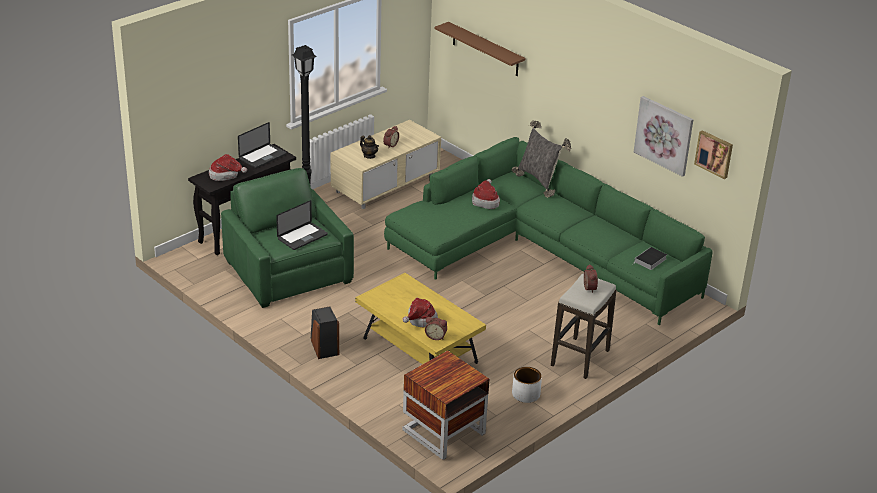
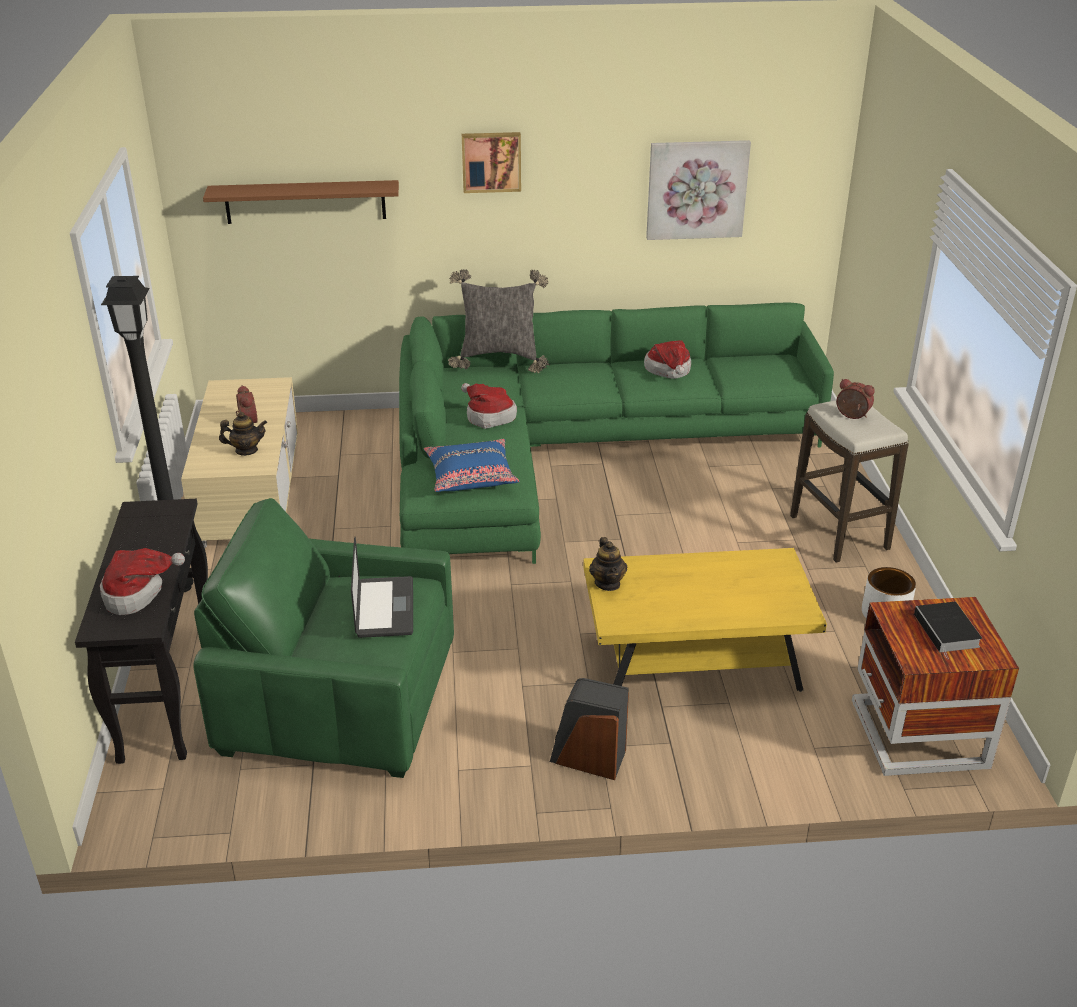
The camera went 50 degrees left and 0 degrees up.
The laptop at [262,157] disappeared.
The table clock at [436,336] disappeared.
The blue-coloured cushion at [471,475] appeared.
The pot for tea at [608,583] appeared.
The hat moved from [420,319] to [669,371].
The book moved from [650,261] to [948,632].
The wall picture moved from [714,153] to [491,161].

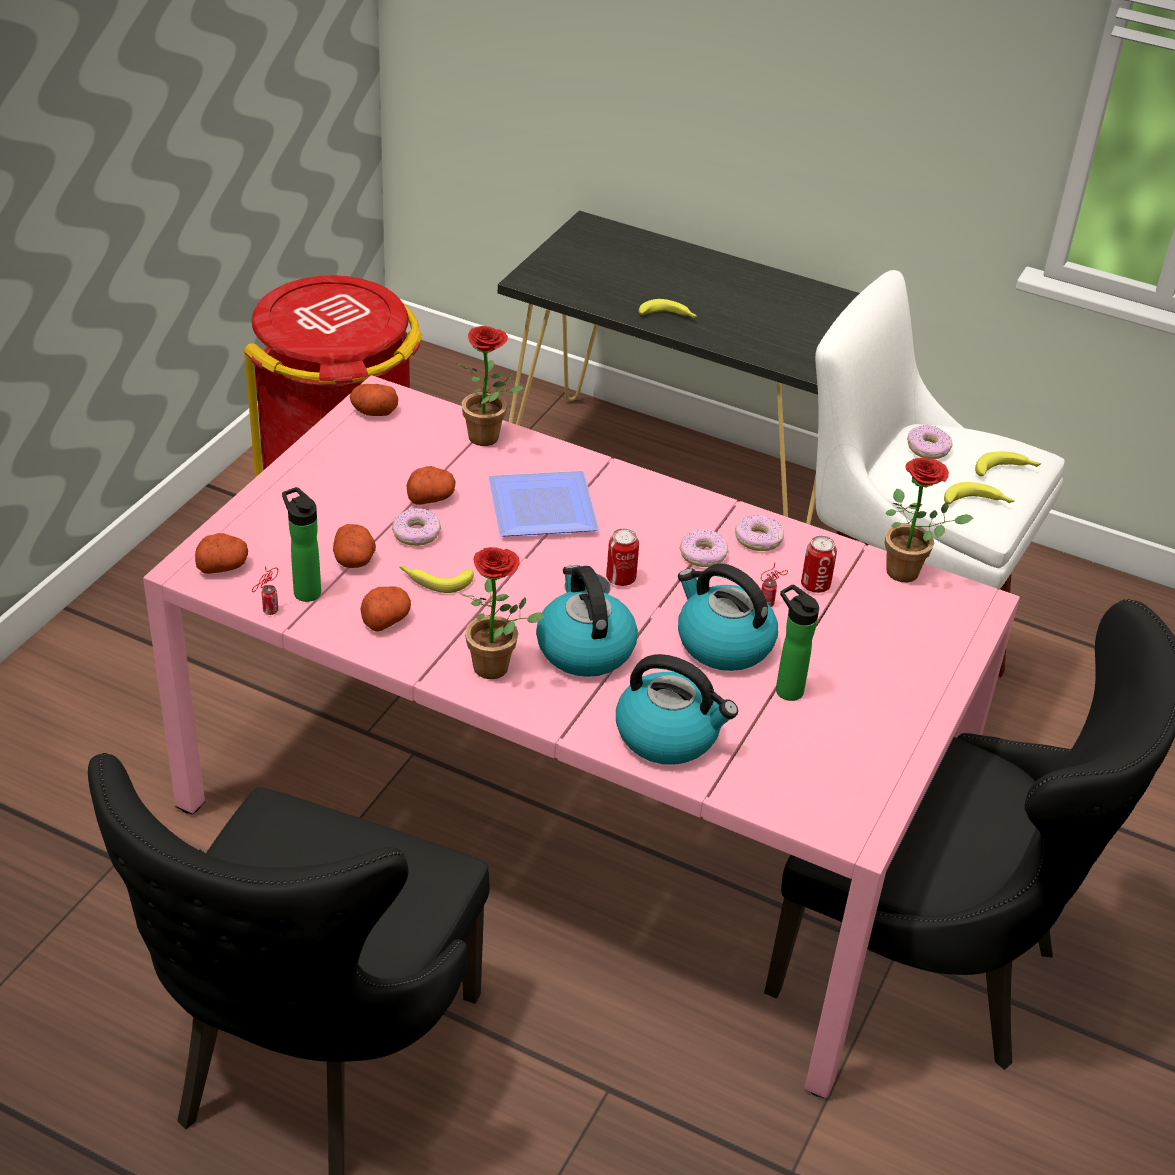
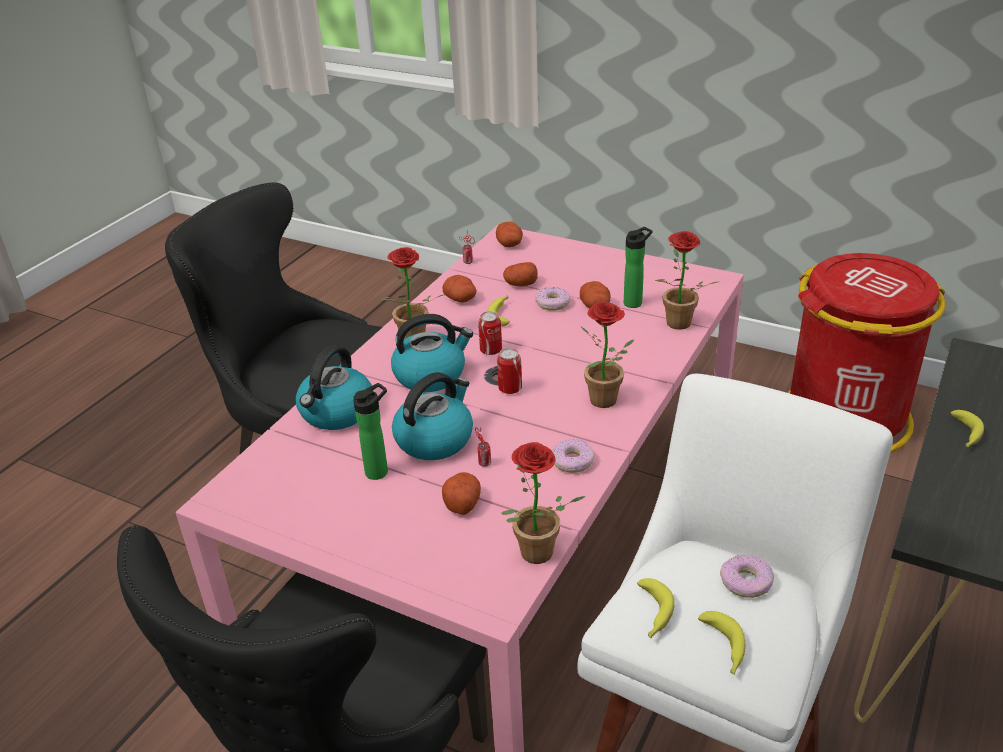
The camera went 95 degrees right and 5 degrees down.
The dinner plate at [546,510] disappeared.
The doughnut at [703,555] disappeared.
The houseplant at [606,403] appeared.
The drink bottle moved from [305,590] to [635,302].
The whole potato moved from [373,411] to [462,502].
The can moved from [815,585] to [491,350].

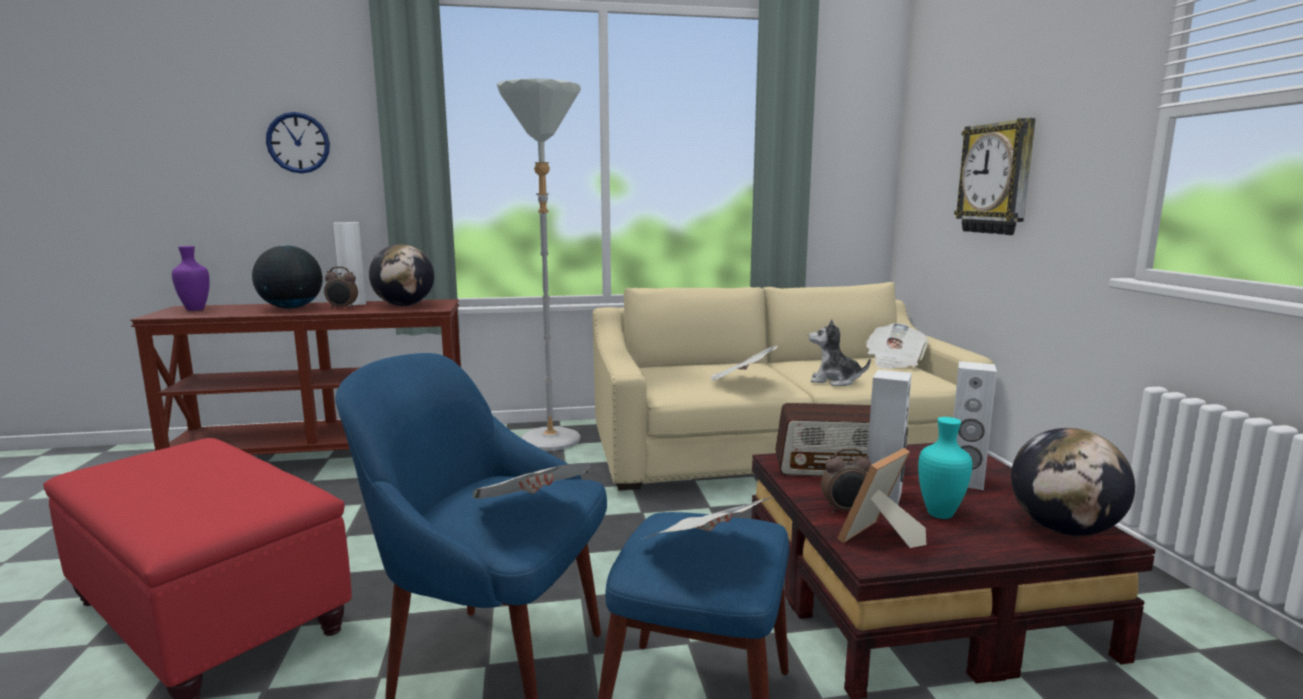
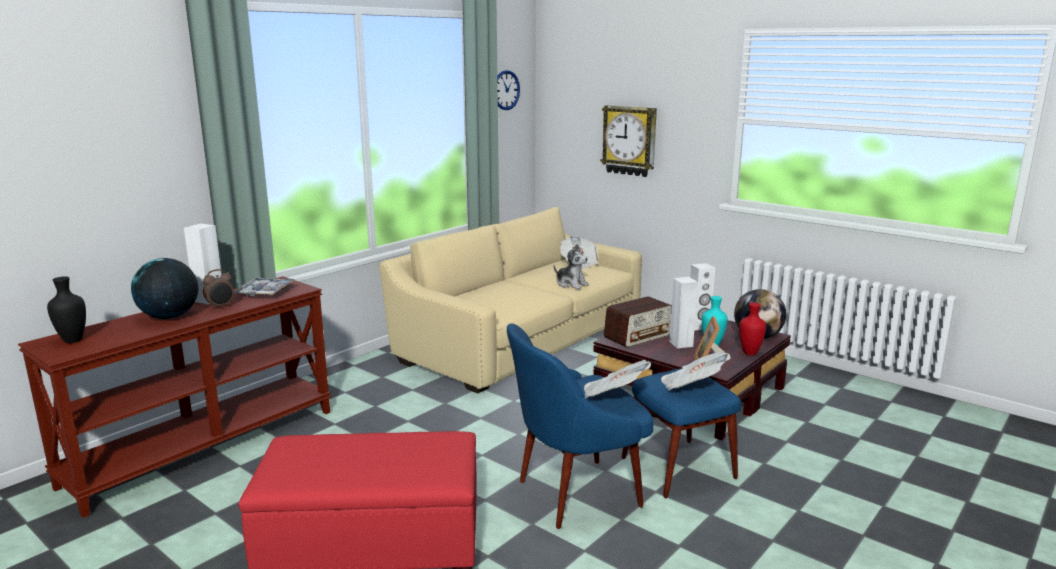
The camera went 40 degrees left and 5 degrees up.
The grey standard lamp at [551,445] disappeared.
The newspaper at [740,382] disappeared.
The table clock at [845,510] disappeared.
The red-coloured vase at [750,352] appeared.
The wall clock moved from [298,143] to [506,90].
The world globe at [404,305] was replaced by the tray at [265,292].
The purplish vase at [194,310] became the blackish vase at [72,341].
The soft toy at [834,381] turned 120 degrees counterclockwise.

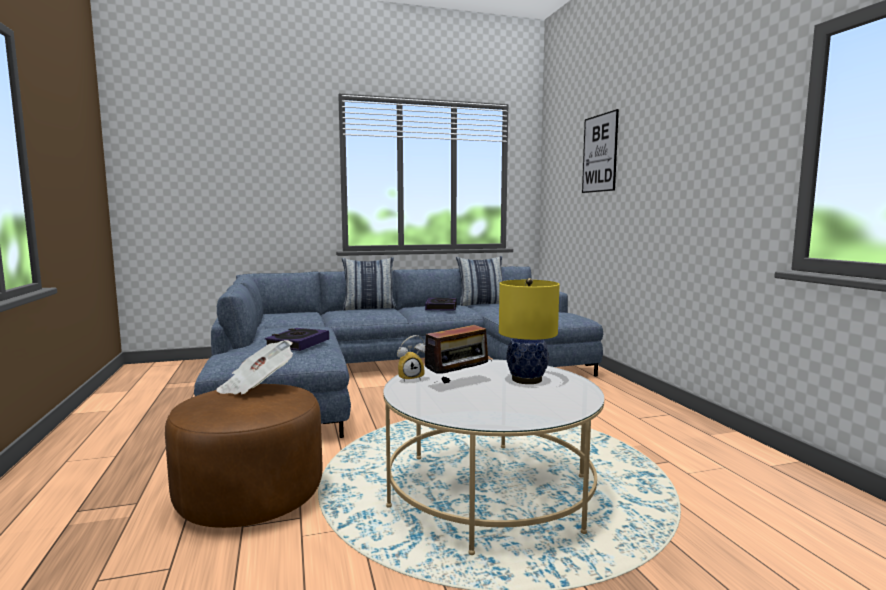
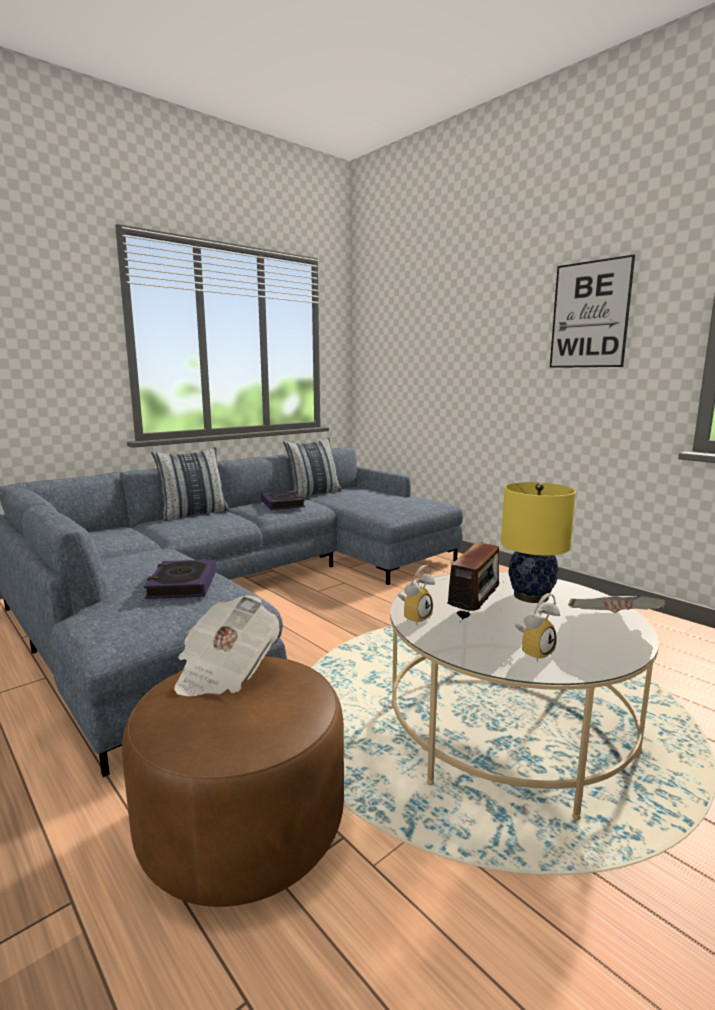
The camera went 25 degrees left and 5 degrees up.
The table clock at [534,652] appeared.
The newspaper at [611,627] appeared.
The wall picture moved from [600,153] to [589,315].

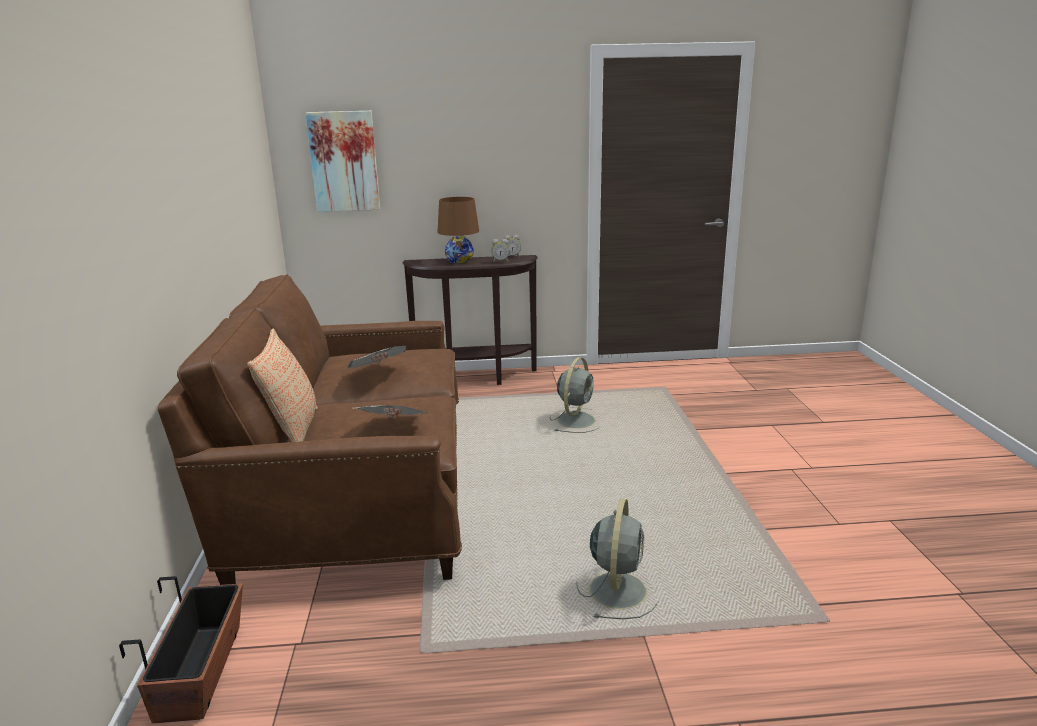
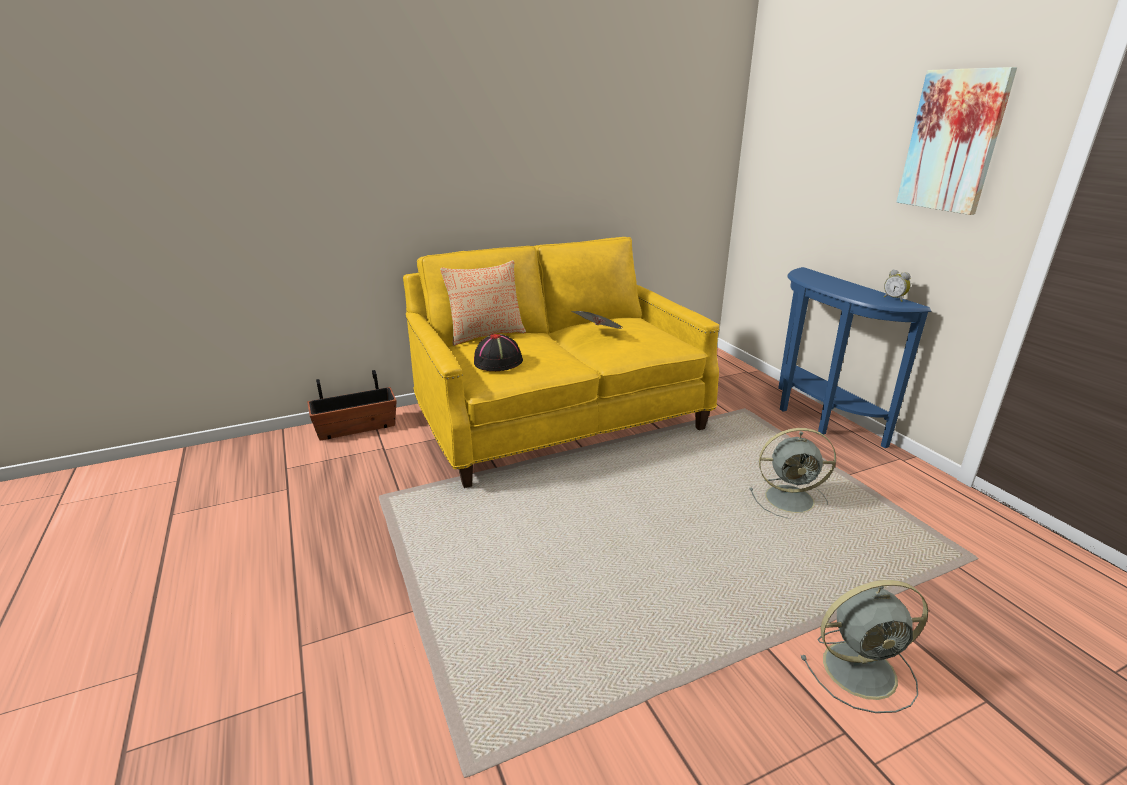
The camera went 70 degrees right and 5 degrees up.
The brown table lamp at [459,260] disappeared.
The table clock at [500,261] disappeared.
The wall picture moved from [344,161] to [953,141].
The grey cooling fan moved from [618,589] to [862,669].
The newspaper at [394,429] was replaced by the blackish hat at [498,361].
The brown couch at [354,494] became the yellow couch at [557,418].
The brown hall table at [476,378] became the blue-coloured hall table at [816,418].

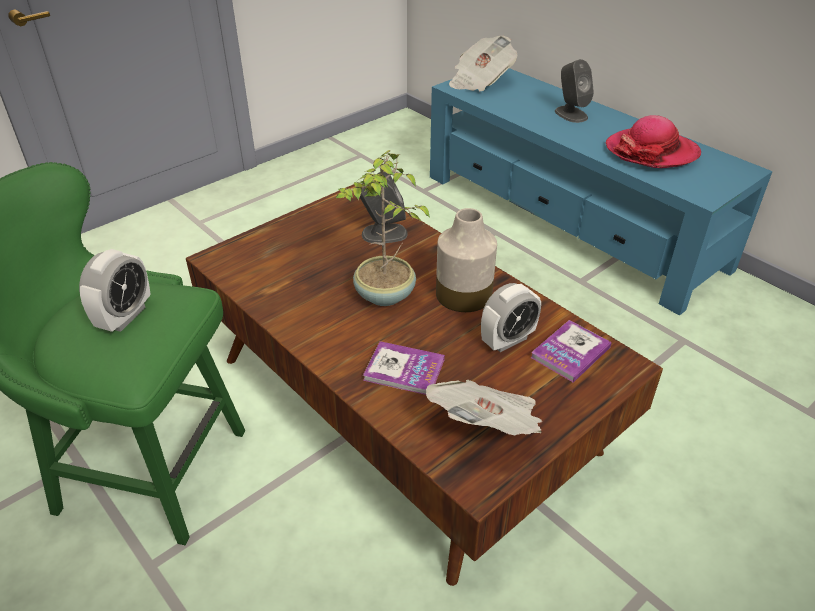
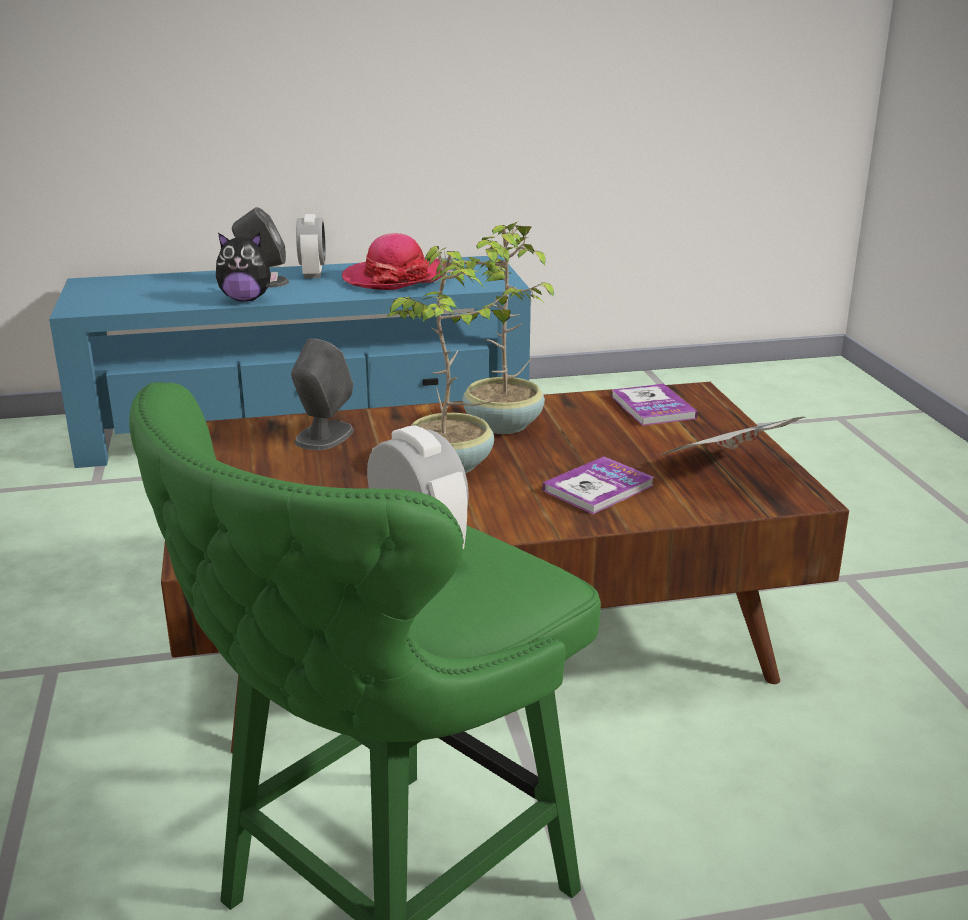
The camera went 60 degrees left and 15 degrees down.
The newspaper at [480,81] disappeared.
The soft toy at [246,299] appeared.
The table clock moved from [507,340] to [313,274].
The sand-coloured vase at [464,293] was replaced by the houseplant at [502,426].

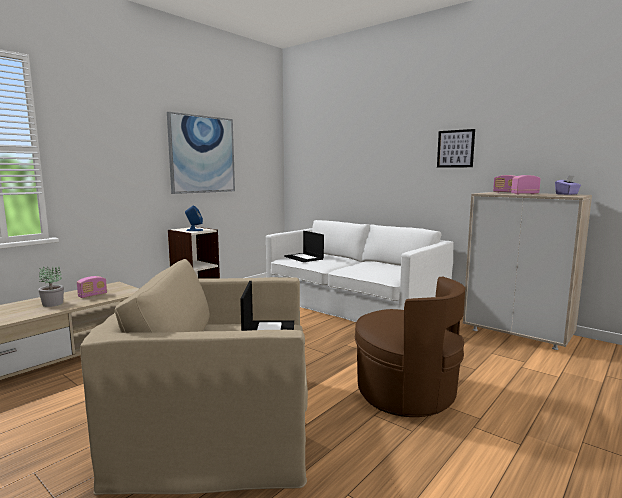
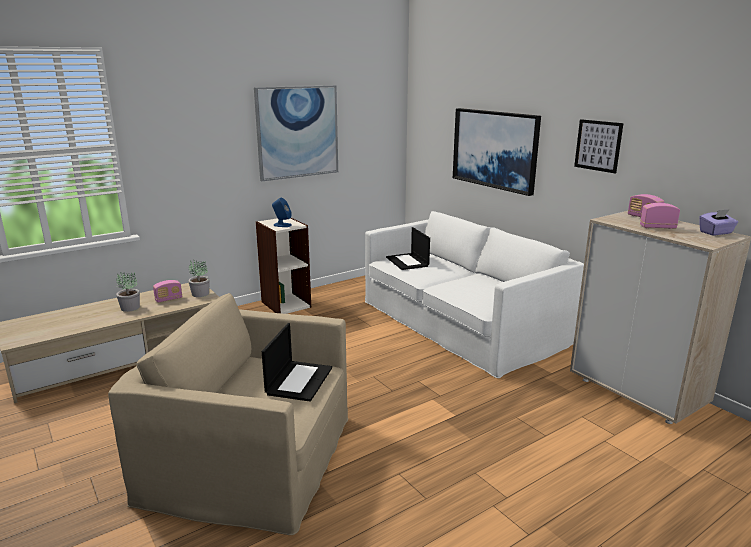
The camera went 15 degrees right and 10 degrees up.
The brown armchair at [405,392] disappeared.
The houseplant at [200,294] appeared.
The wall picture at [495,149] appeared.

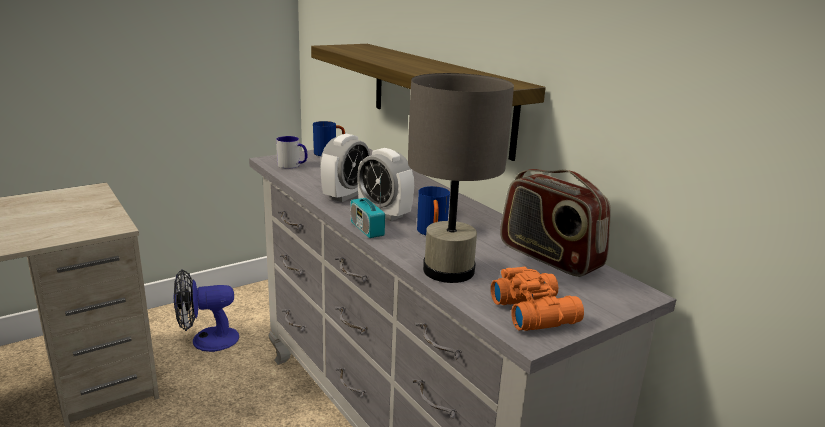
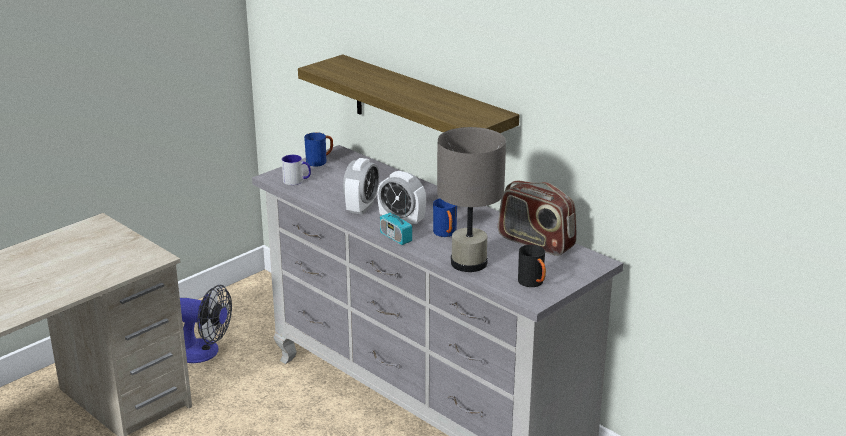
The camera went 10 degrees left and 5 degrees up.
The orange-coloured pair of binoculars at [535,311] was replaced by the blackish tea mug at [533,284].
The cooling fan at [206,340] turned 135 degrees counterclockwise.

